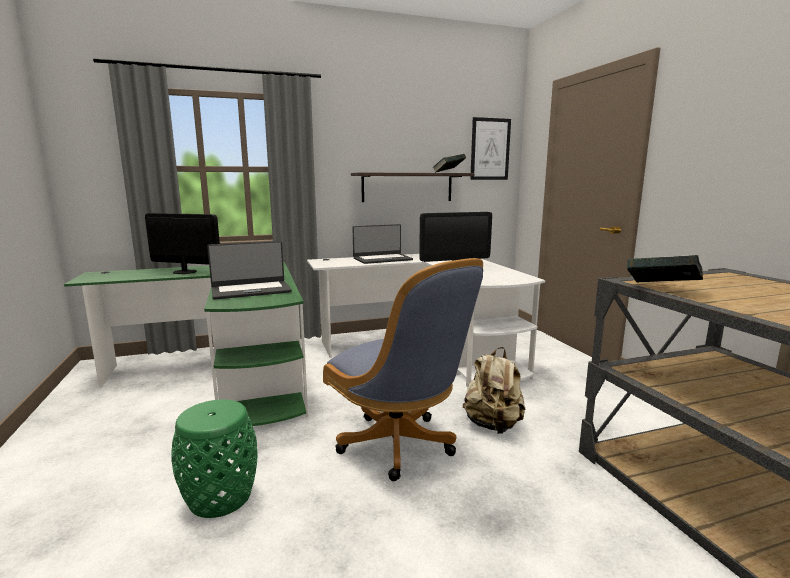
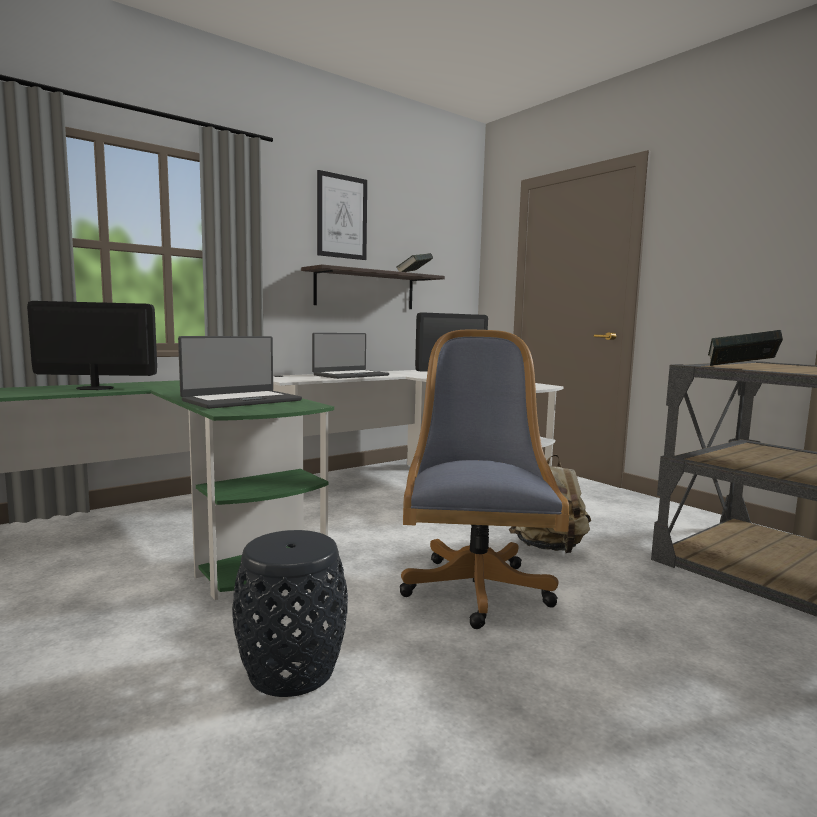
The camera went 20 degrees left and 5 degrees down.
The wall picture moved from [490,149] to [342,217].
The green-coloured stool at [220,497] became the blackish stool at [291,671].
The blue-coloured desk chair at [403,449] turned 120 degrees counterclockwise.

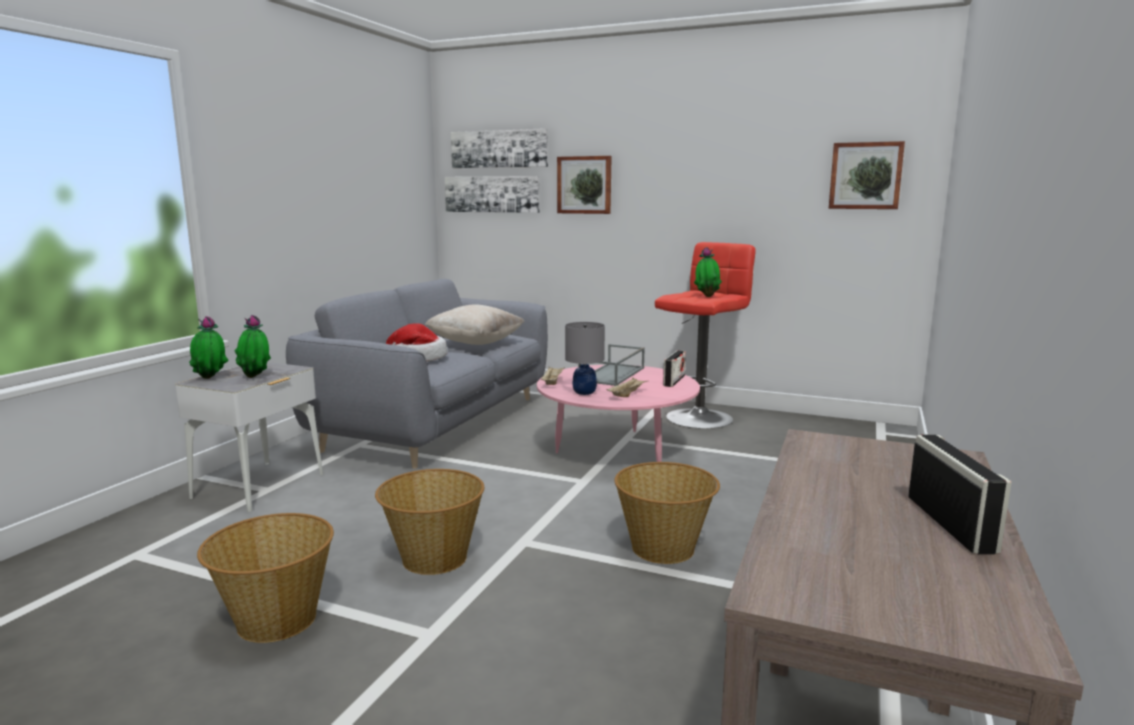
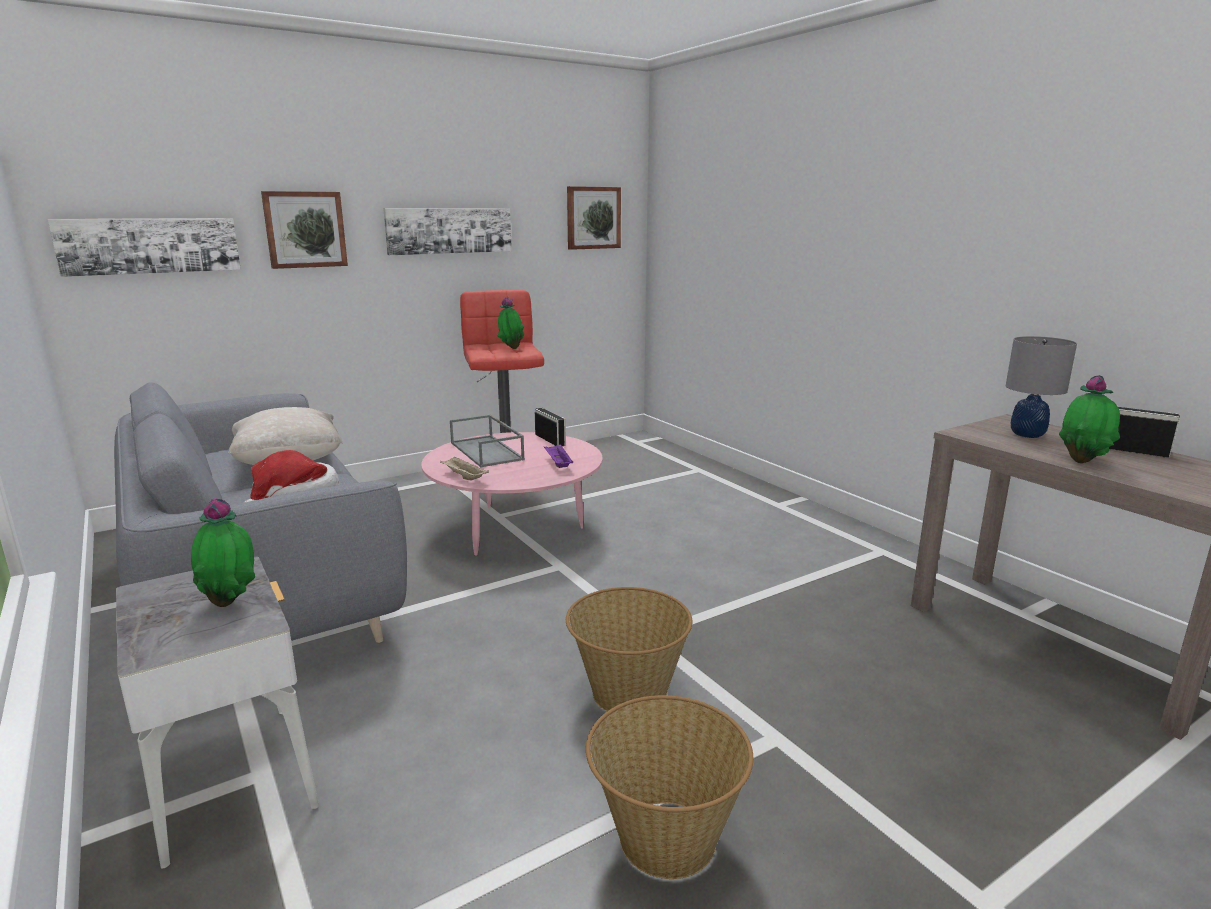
The camera went 55 degrees left and 5 degrees up.
The storage basket at [664,548] disappeared.
The houseplant moved from [210,379] to [1083,461].
The wall picture moved from [499,149] to [449,230].
The grey table lamp moved from [585,393] to [1028,435].
The sand-coloured tray at [627,395] became the purplish tray at [558,464].

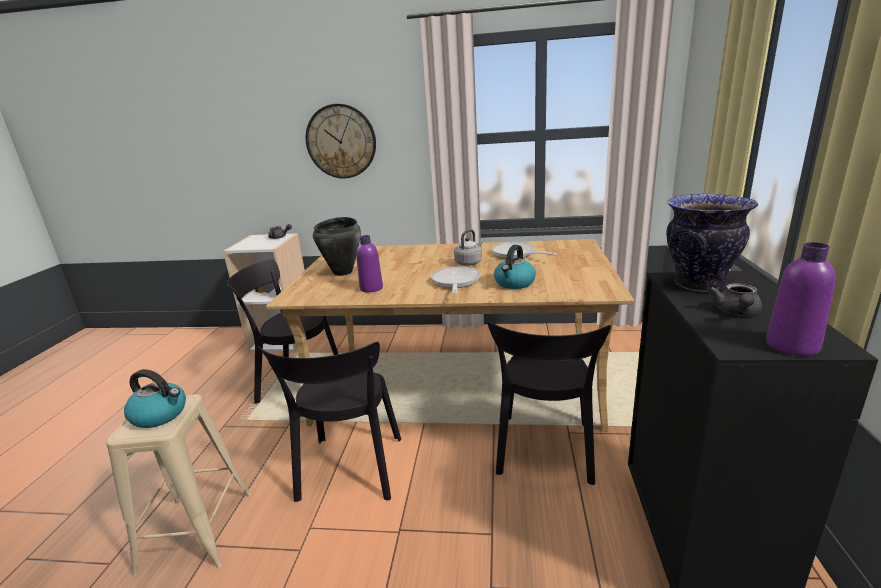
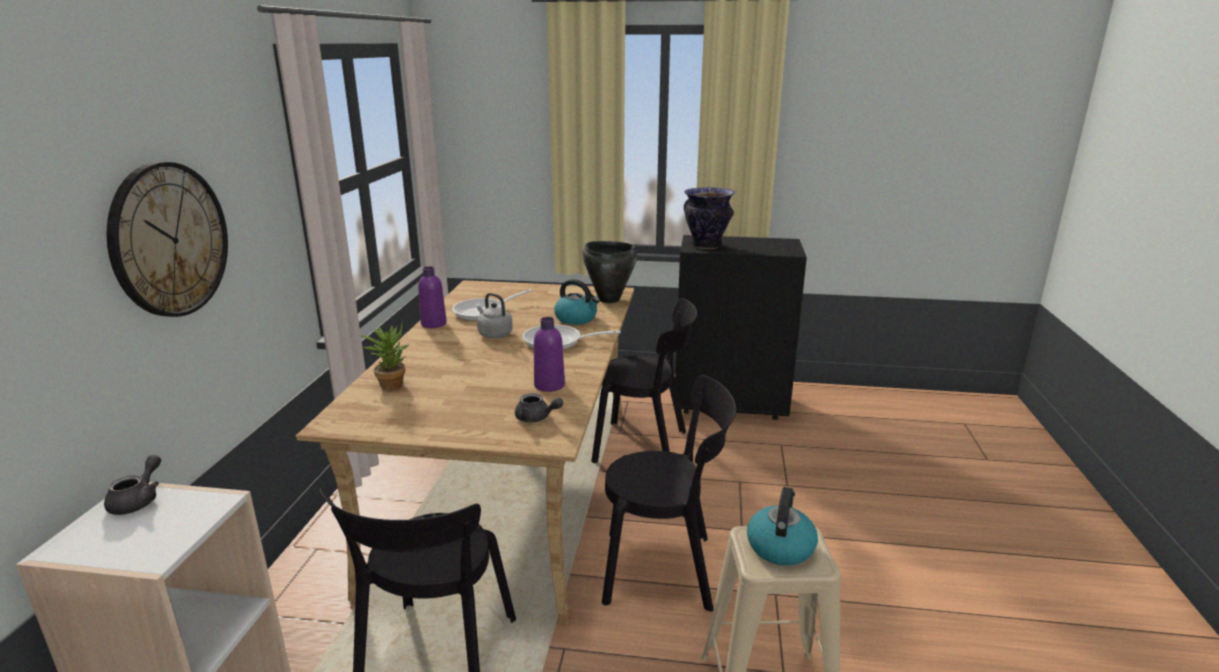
The camera went 90 degrees left and 0 degrees up.
The houseplant at [390,383] appeared.
The blackish saucepot moved from [343,272] to [609,299].
The grey pot for tea moved from [736,313] to [536,418].
The purplish drink bottle moved from [792,345] to [433,324].

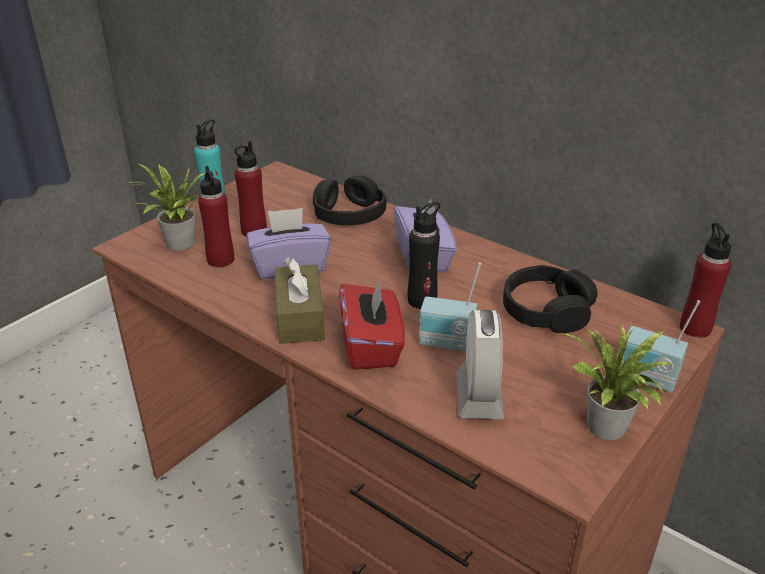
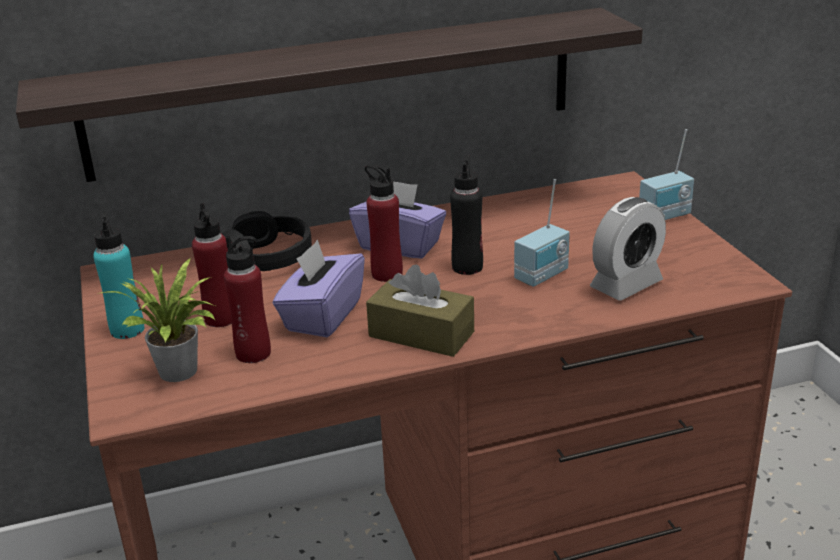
The camera went 55 degrees left and 5 degrees down.
The red-coloured tissue box at [371,346] disappeared.
The blackish pair of headphones at [546,311] disappeared.
The houseplant at [606,430] disappeared.
The wall shelf at [335,93] appeared.
The red-coloured drink bottle moved from [695,328] to [387,274].
The table clock at [479,396] turned 105 degrees clockwise.

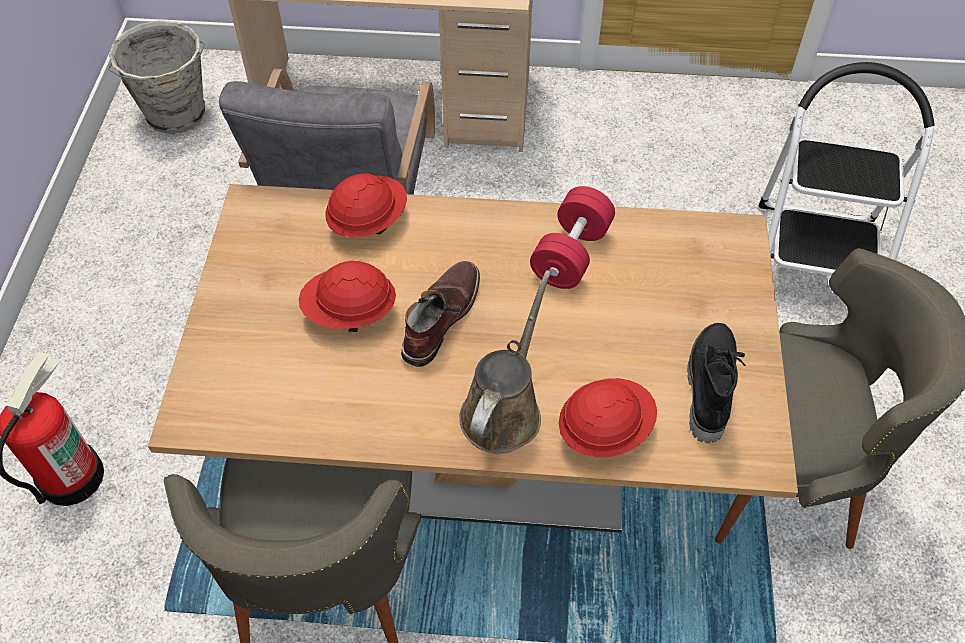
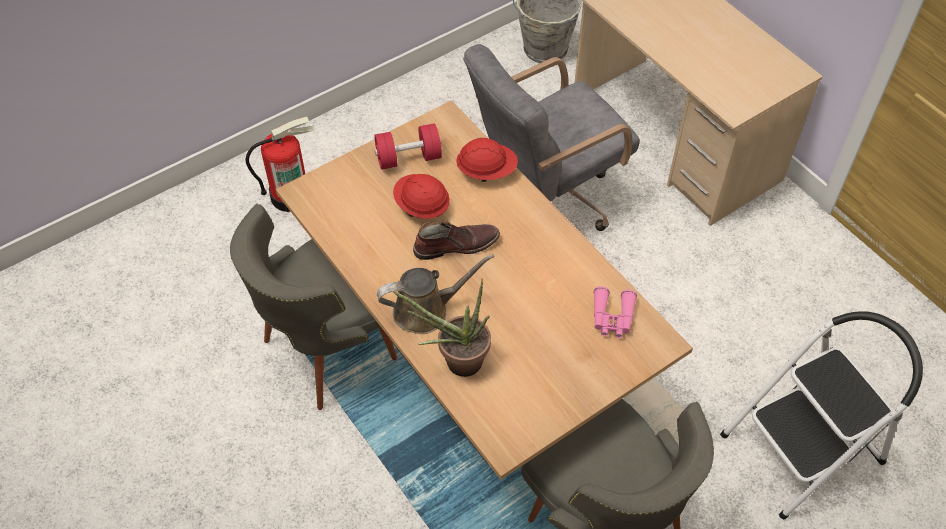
The camera went 50 degrees right and 0 degrees up.
The blackish boot at [707,387] disappeared.
The pinkish pair of binoculars at [612,318] appeared.
The red-coloured hand weight moved from [571,254] to [408,158].
The red-coloured safety helmet at [604,430] was replaced by the houseplant at [456,362].

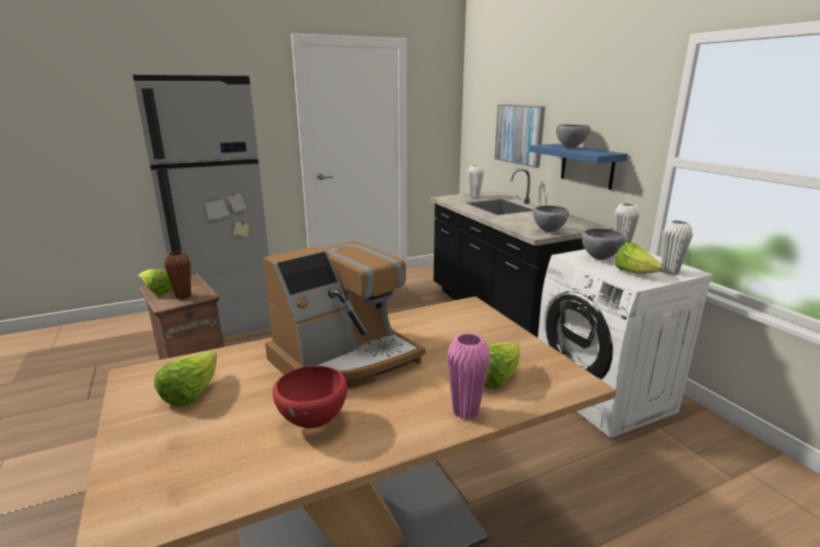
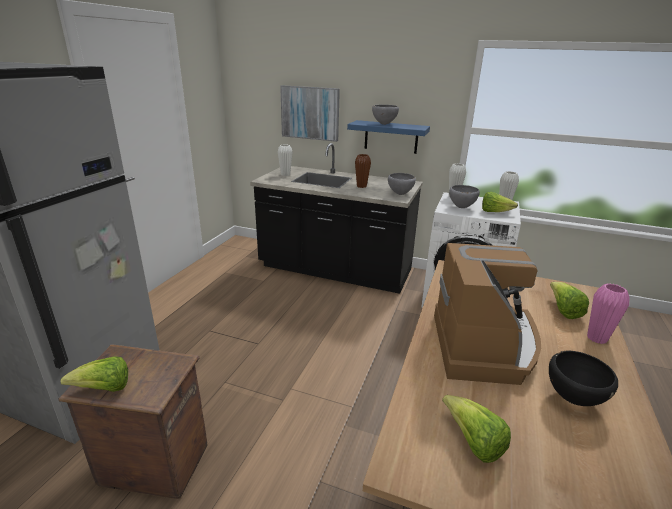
The camera went 45 degrees left and 5 degrees up.
The brown vase moved from [183,296] to [361,186].
The red-coloured bowl at [314,422] became the blackish bowl at [572,399].

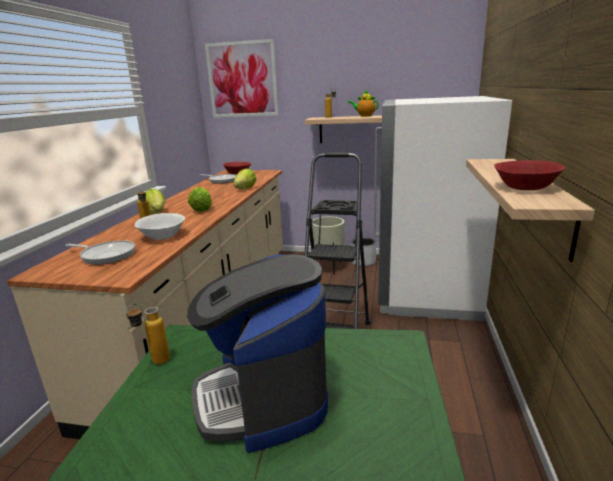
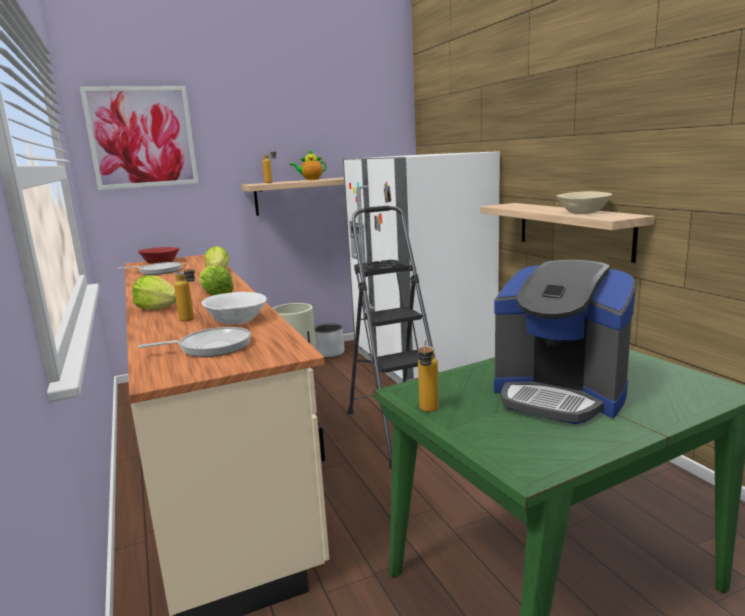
The camera went 35 degrees left and 5 degrees down.
The red-coloured bowl at [525,187] became the sand-coloured bowl at [582,213].

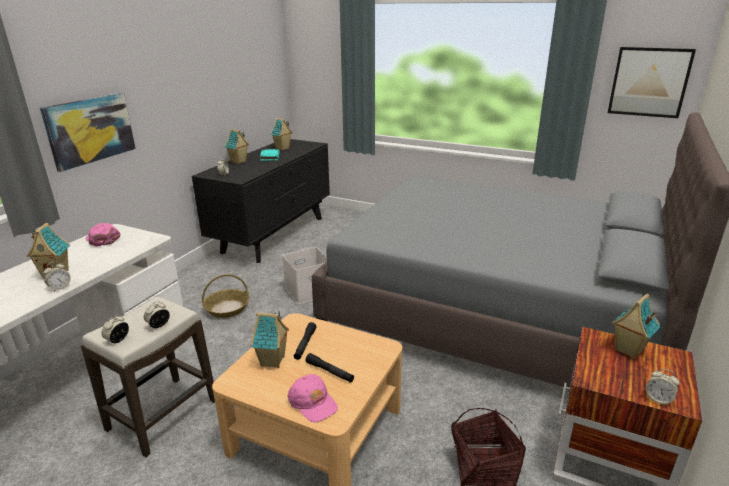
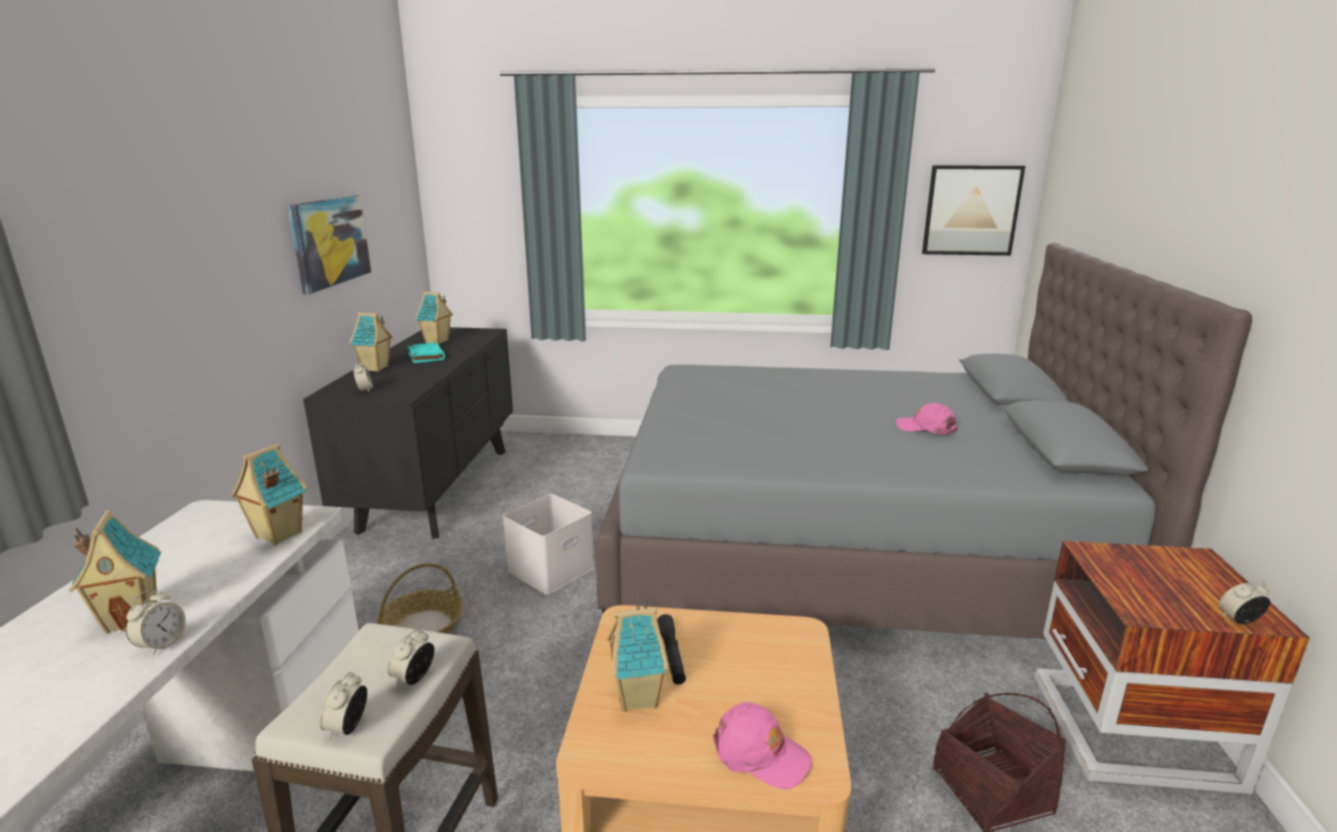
The camera went 20 degrees left and 5 degrees down.
The blackish hand torch at [329,372] disappeared.
The wall picture moved from [90,130] to [330,242].
The pinkish cap moved from [102,239] to [926,427].
The toy house moved from [628,350] to [277,535].
The table clock at [658,399] turned 150 degrees clockwise.

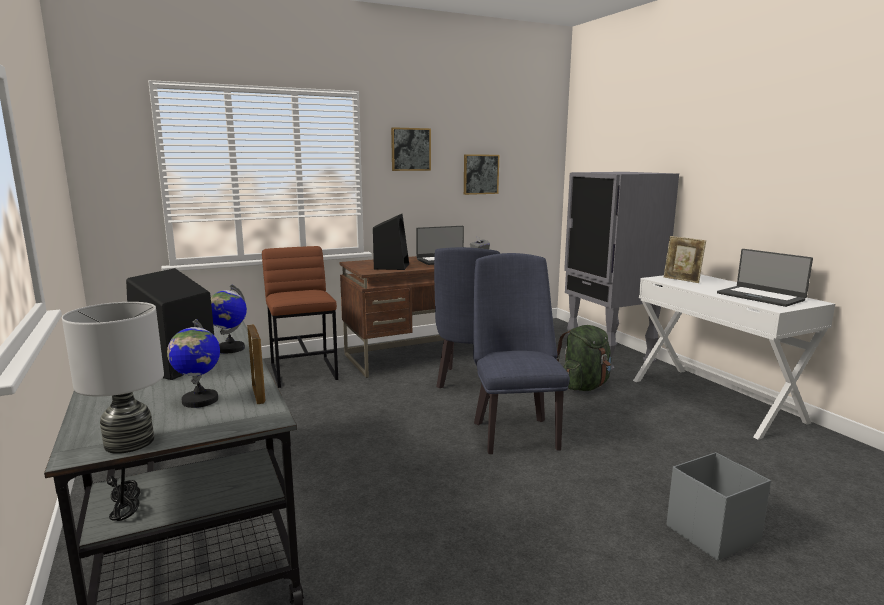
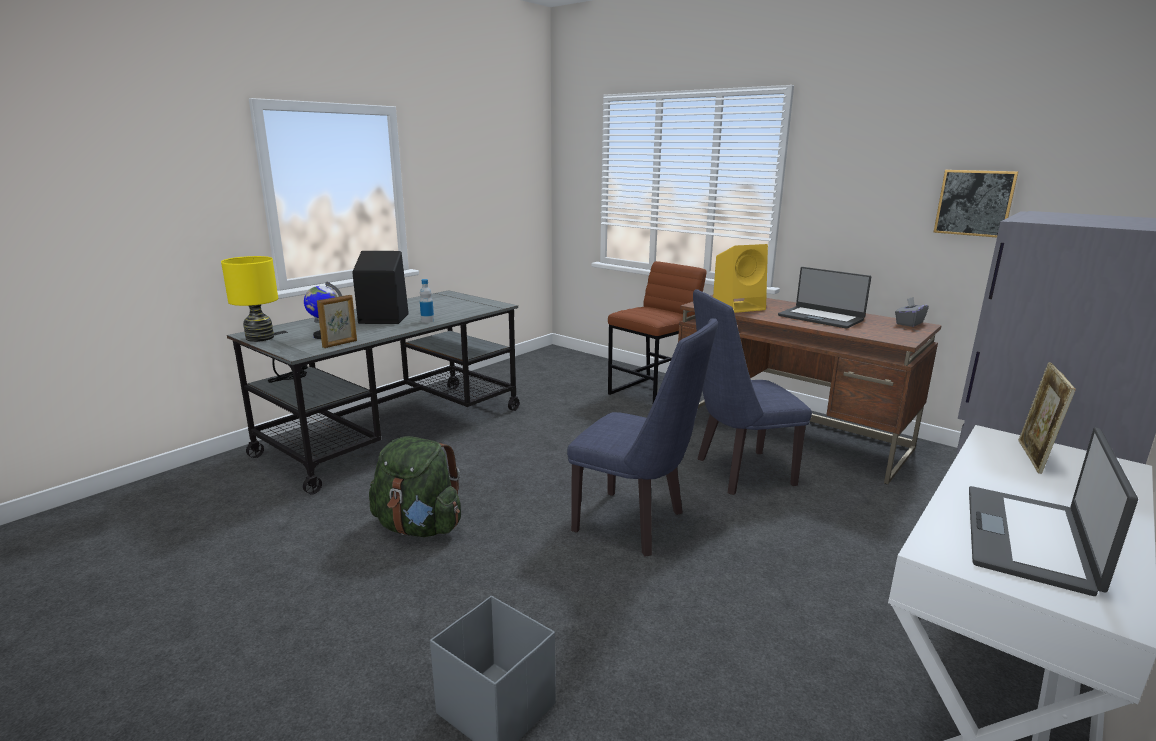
The camera went 65 degrees right and 5 degrees up.
The wall picture at [410,149] disappeared.
The green-coloured backpack moved from [584,386] to [419,527].
The world globe at [230,349] was replaced by the drink bottle at [427,321].
The grey table lamp at [130,443] became the yellow table lamp at [260,338].
The blackish loudspeaker at [391,266] became the yellow loudspeaker at [739,306].
The blue-coloured chair at [514,431] turned 60 degrees clockwise.

